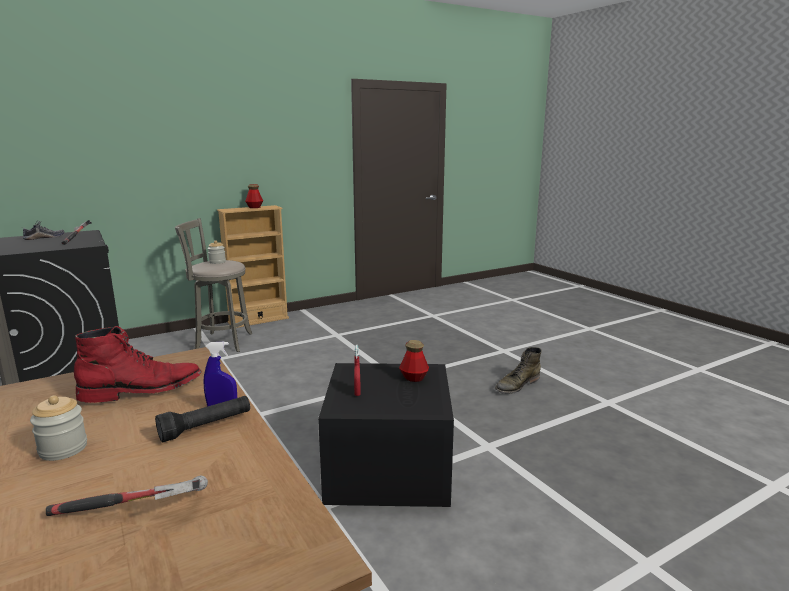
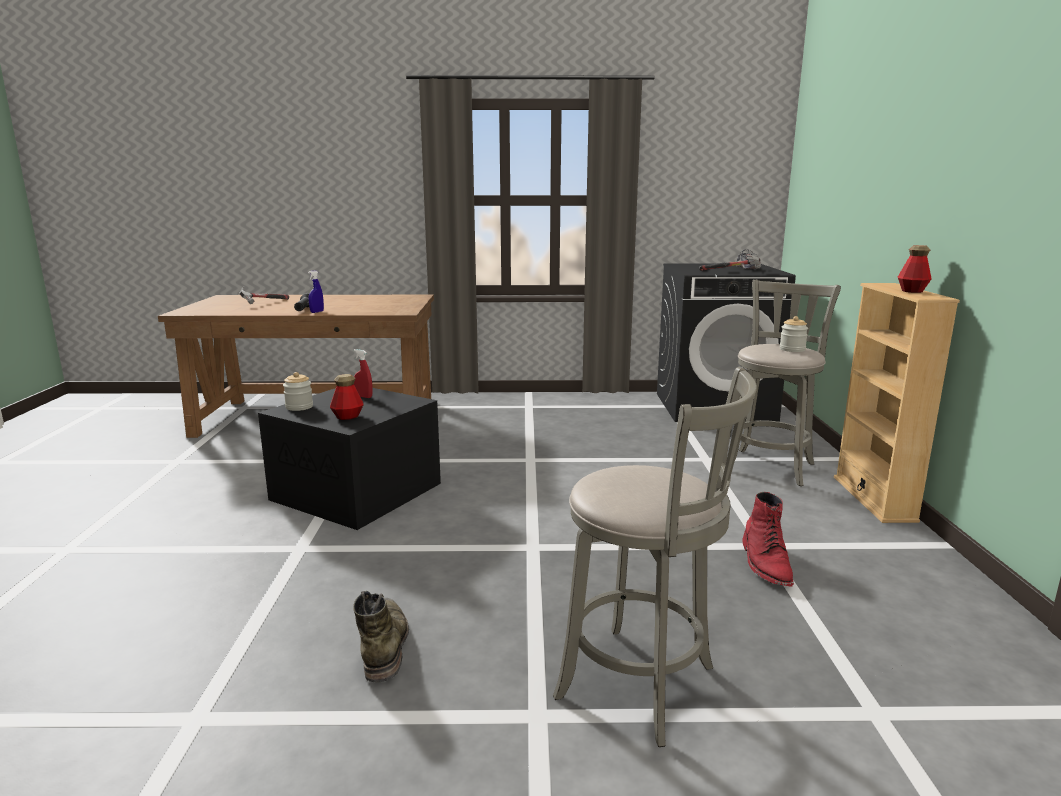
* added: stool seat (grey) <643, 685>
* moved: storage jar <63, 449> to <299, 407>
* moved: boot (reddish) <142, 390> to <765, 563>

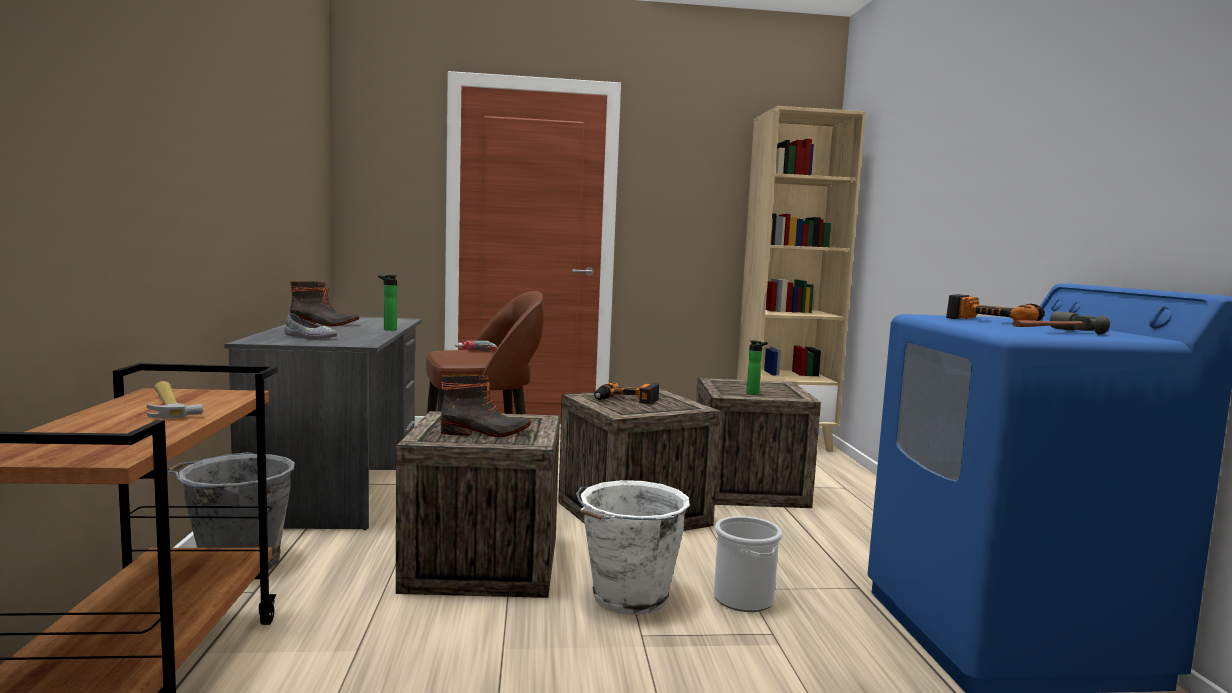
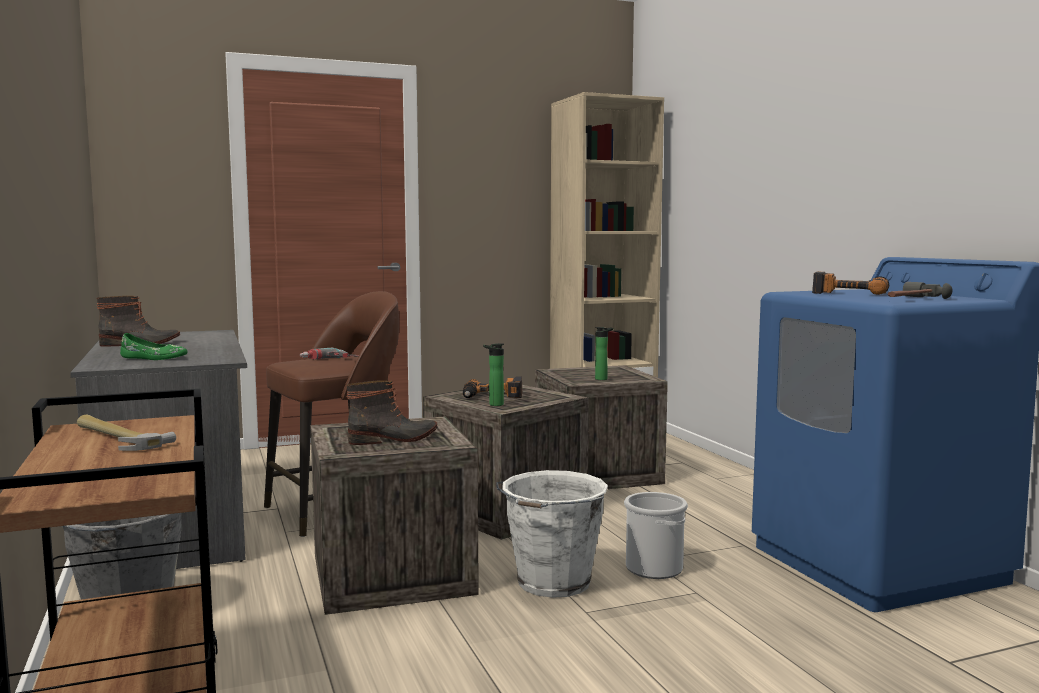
* moved: drink bottle <388, 329> to <494, 405>
* recoloured: low shoe (grey) <310, 337> to low shoe (greenish) <153, 358>

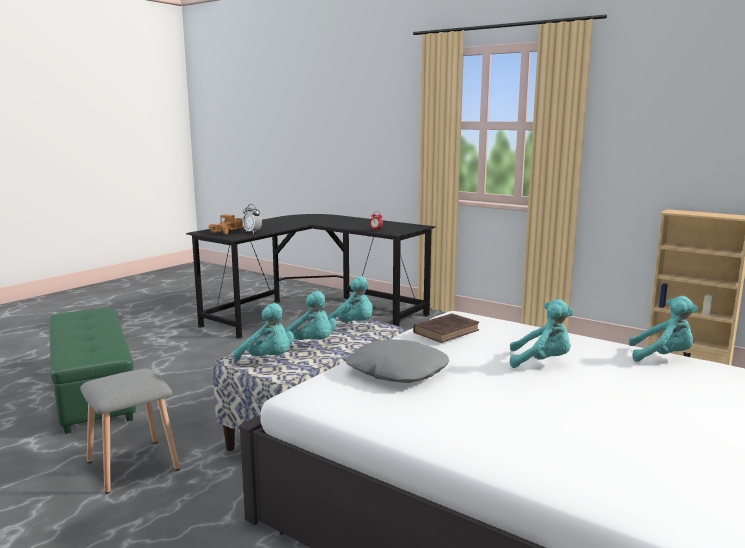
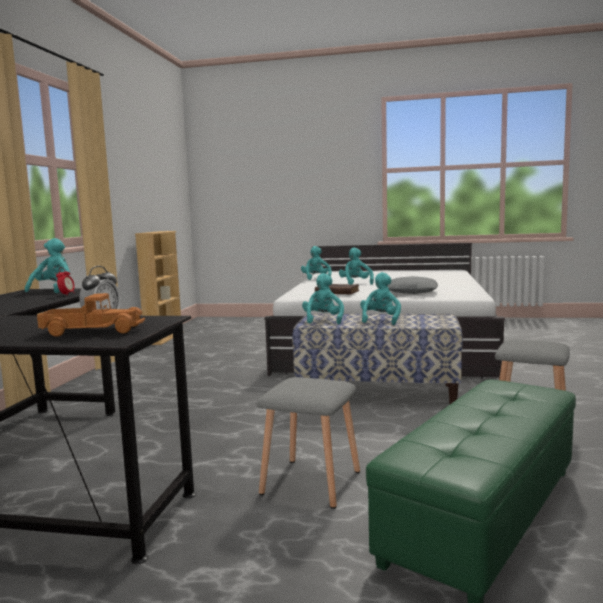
* added: stool seat (grey) <311, 483>
* moved: soft toy (blue-green) <268, 359> to <53, 290>

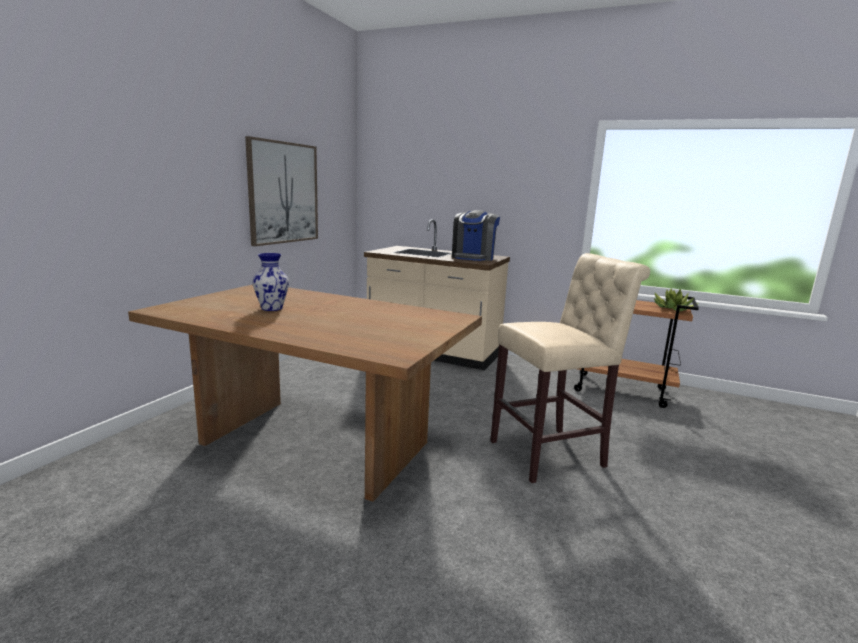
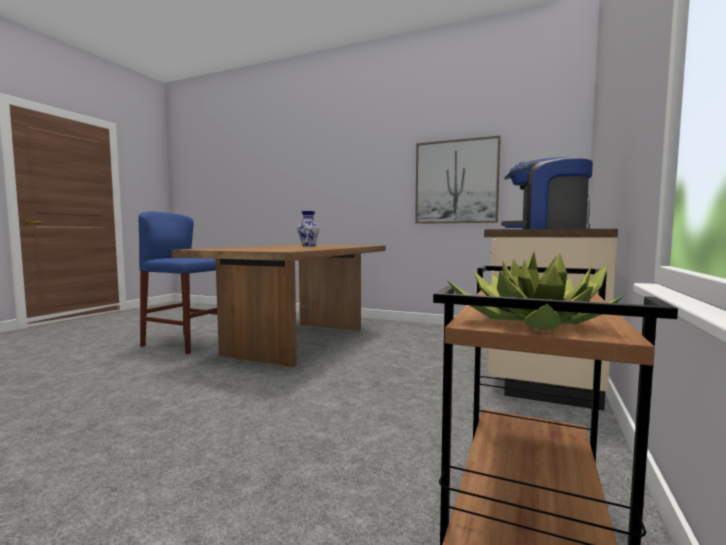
* removed: stool seat (beige-coloured) <552, 453>
* added: stool seat (blue) <186, 343>

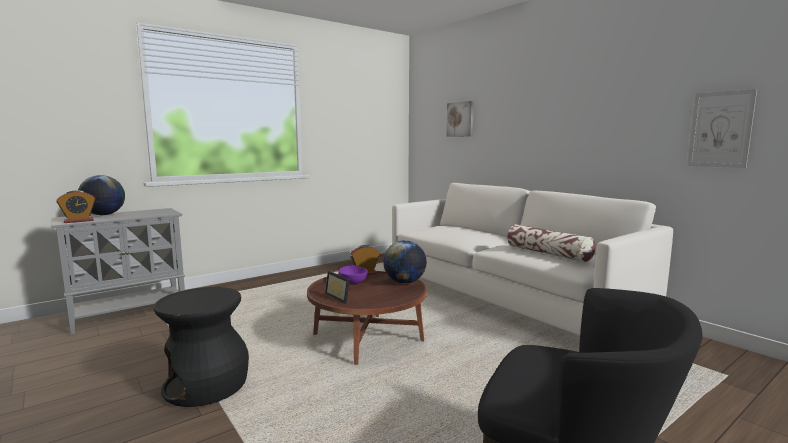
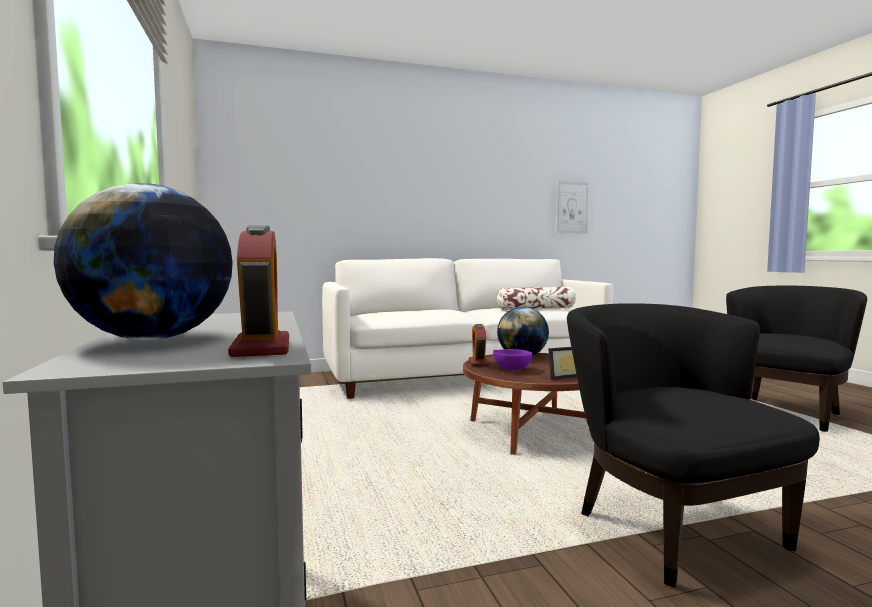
* removed: picture <460, 119>
* replaced: stool seat (black) <207, 385> to easy chair (black) <672, 528>

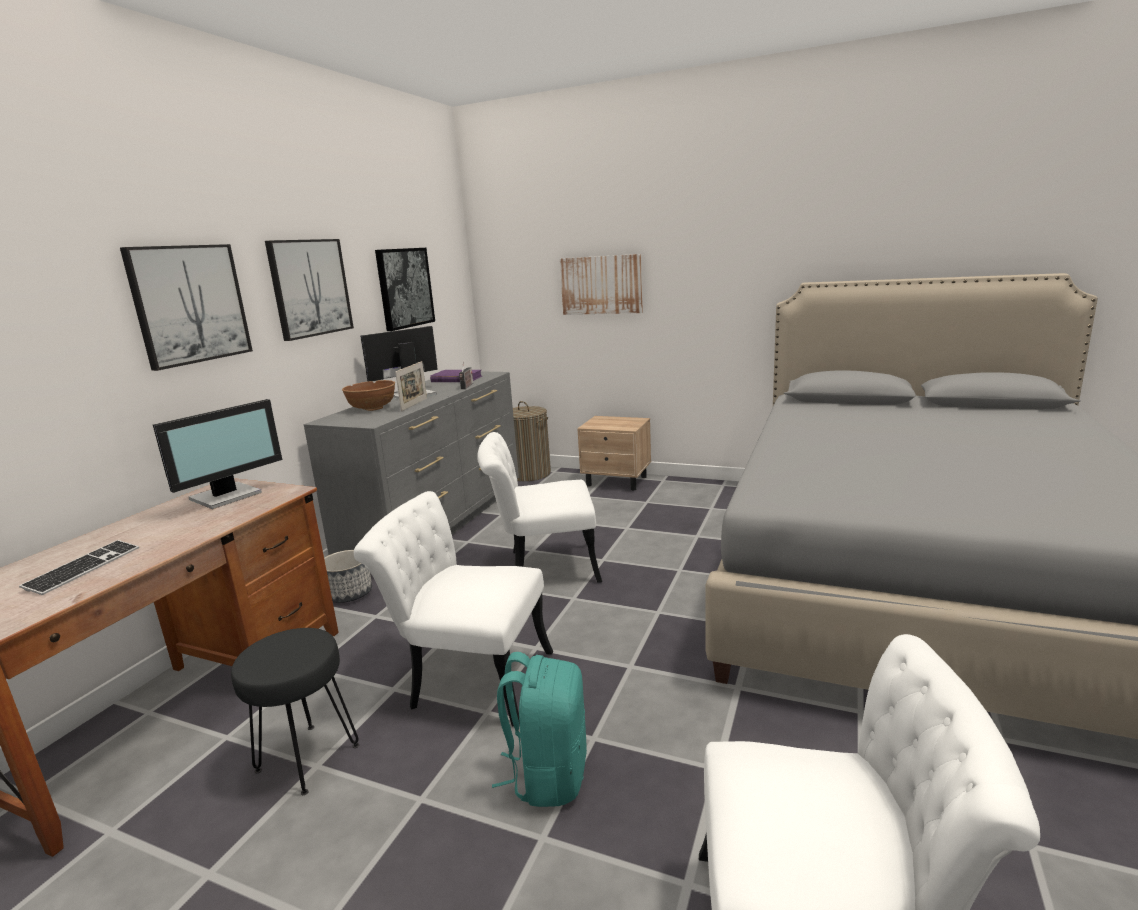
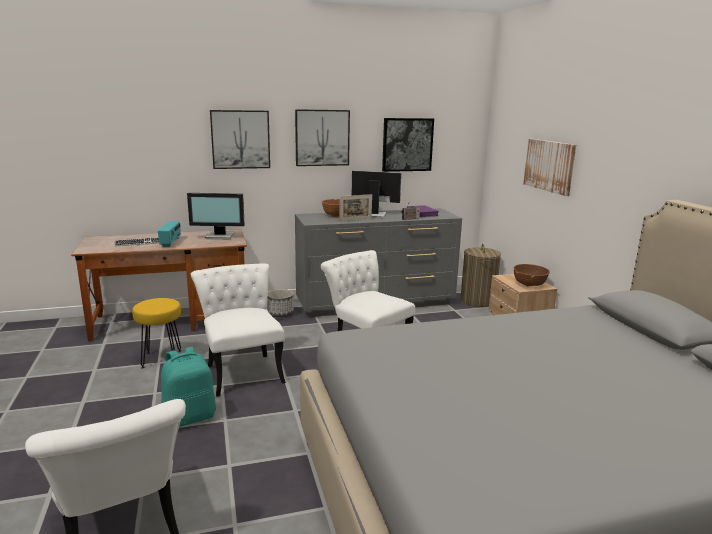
* added: radio set <171, 242>
* added: deep dish (brown) <529, 284>
* recoloured: stool seat (black) <308, 759> to stool seat (yellow-coloured) <161, 359>

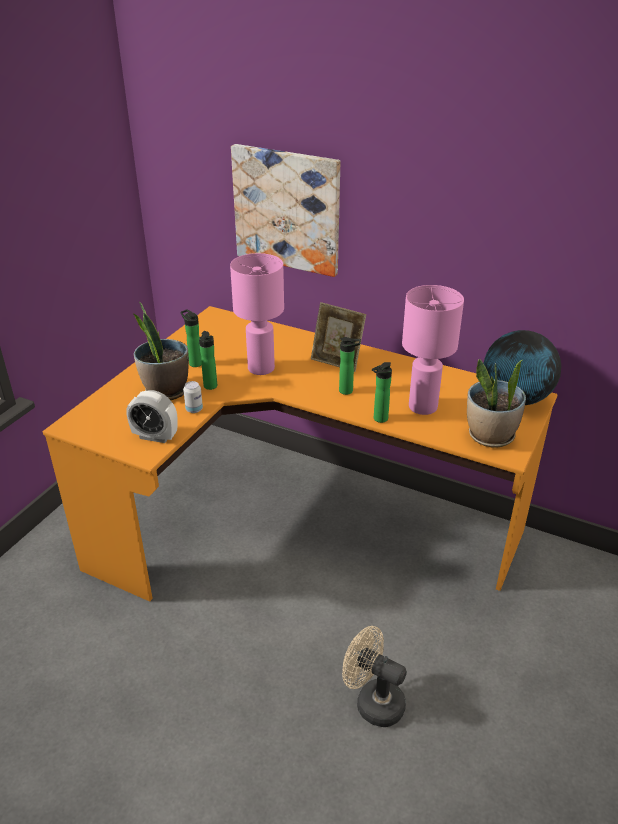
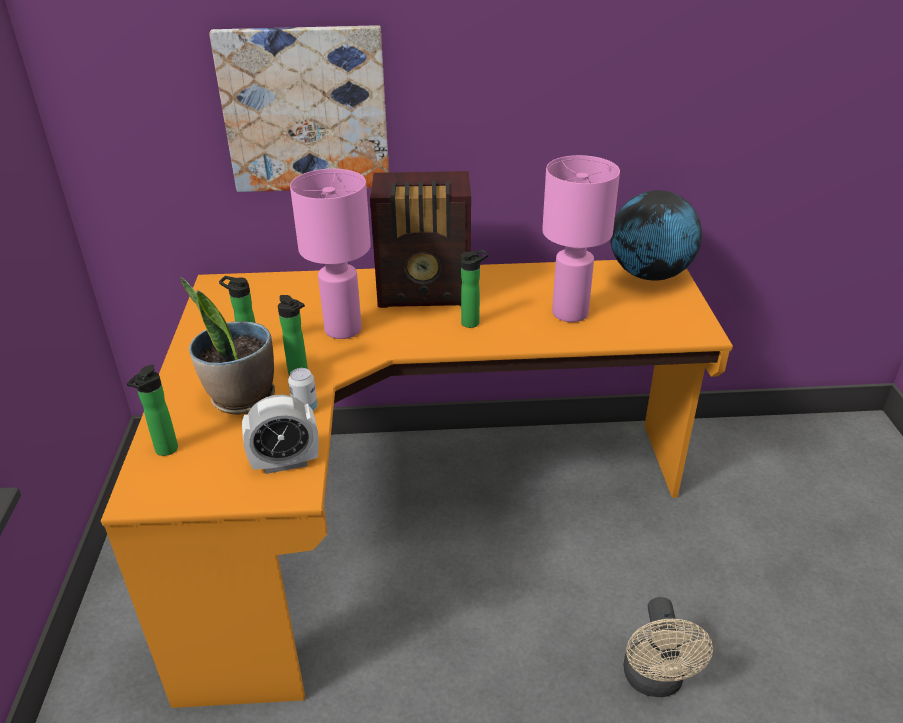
* removed: plant in a pot <490, 436>
* moved: drink bottle <379, 419> to <164, 451>
* replaced: standing frame <337, 361> to radio set <426, 293>
* turned: cooling fan (beige-coloured) <373, 701> = <655, 681> 90 degrees counterclockwise

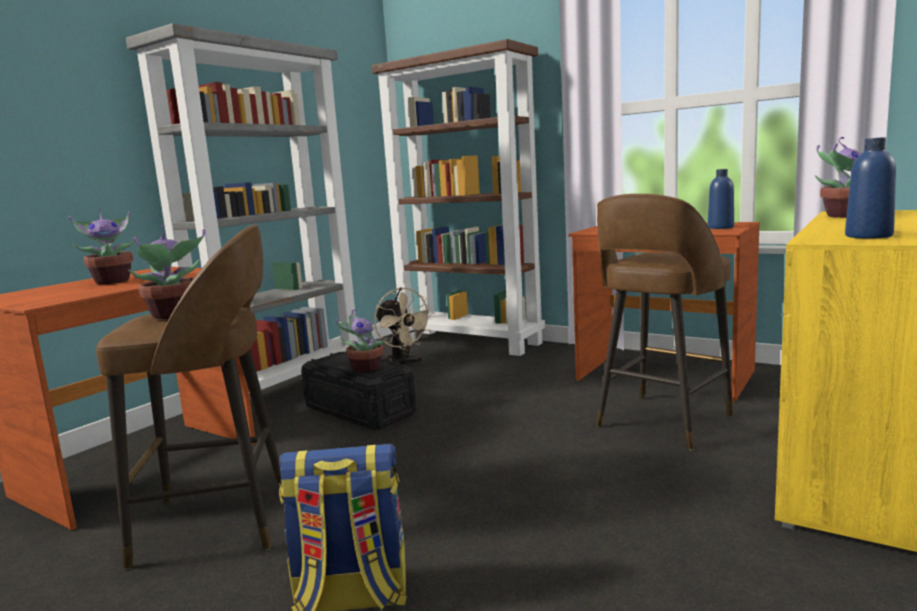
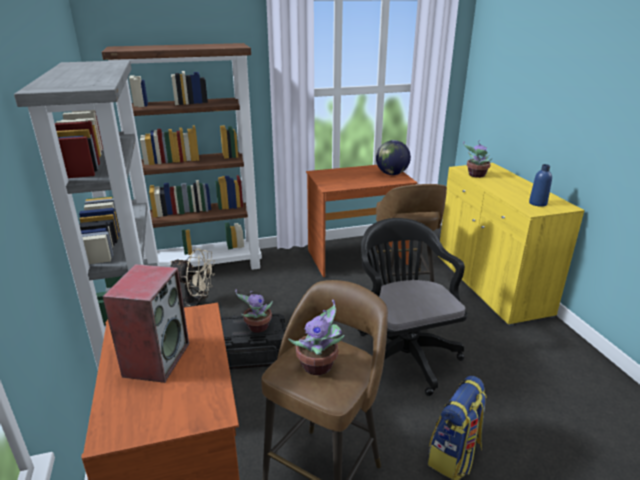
* added: computer chair (black) <403, 353>
* replaced: plant in a pot <113, 281> to speaker <156, 359>
* replaced: drink bottle (blue) <720, 227> to globe <391, 174>

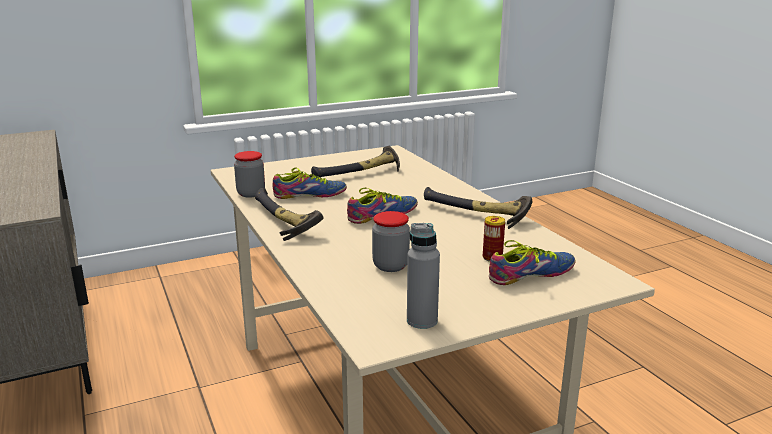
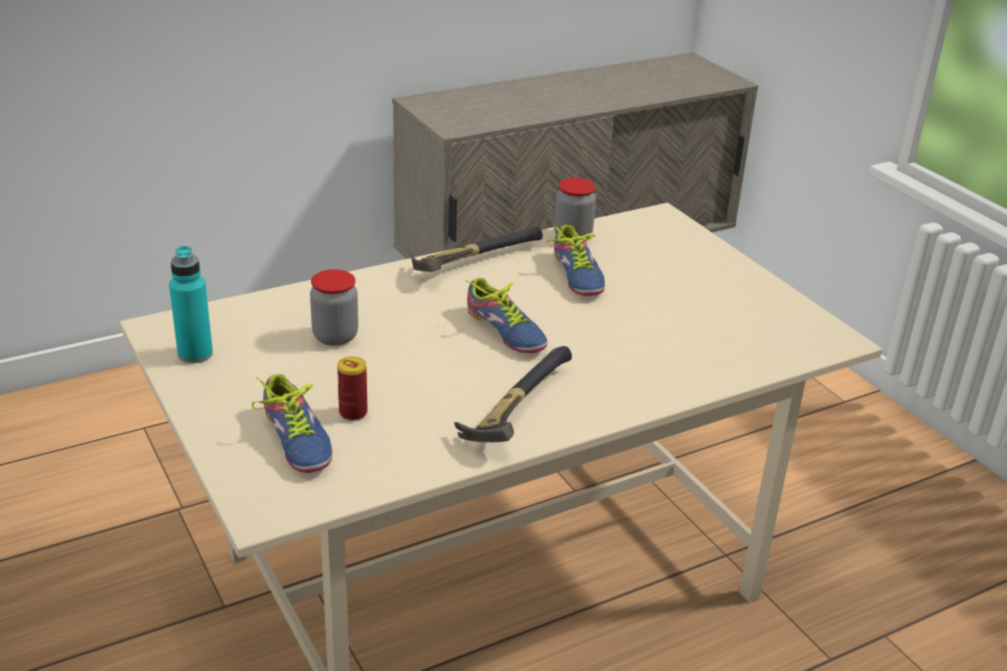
* removed: hammer <361, 174>
* recoloured: drink bottle (grey) <422, 321> to drink bottle (blue-green) <195, 354>

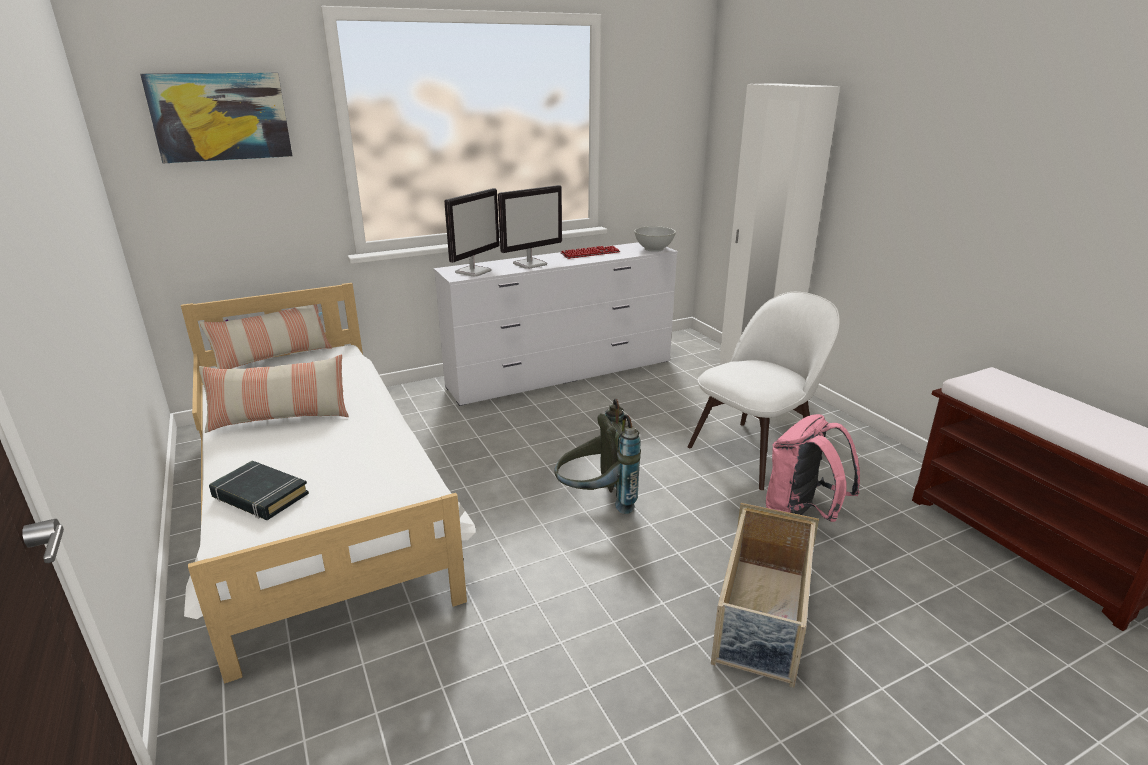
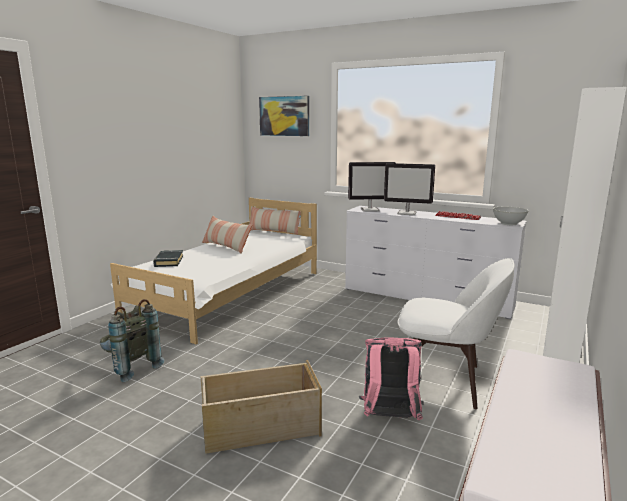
* moved: backpack (grey) <596, 501> to <130, 367>

